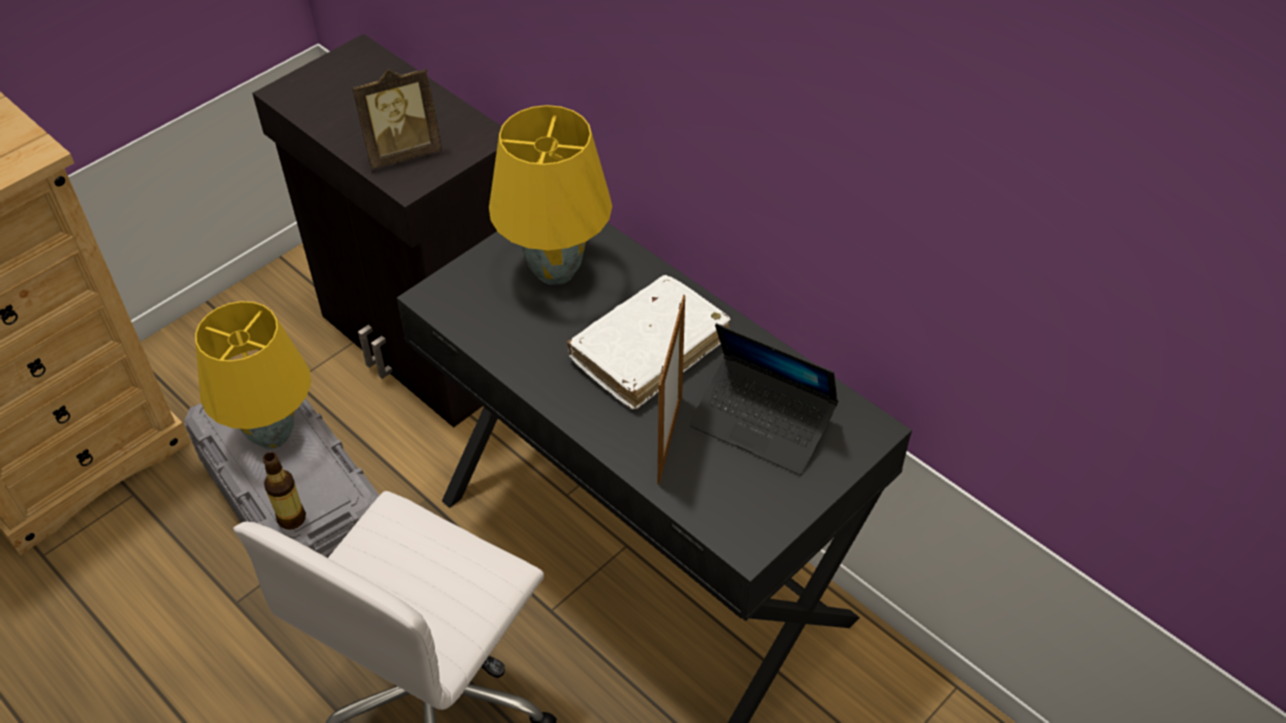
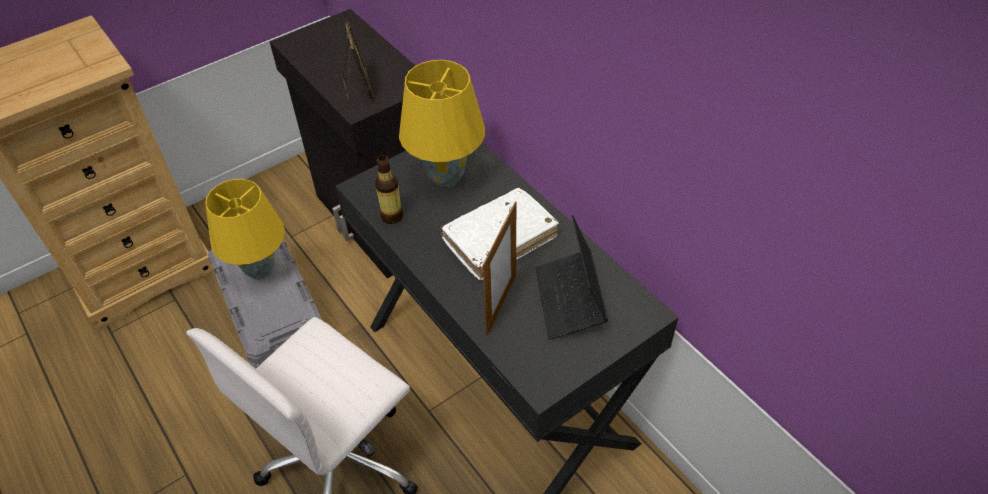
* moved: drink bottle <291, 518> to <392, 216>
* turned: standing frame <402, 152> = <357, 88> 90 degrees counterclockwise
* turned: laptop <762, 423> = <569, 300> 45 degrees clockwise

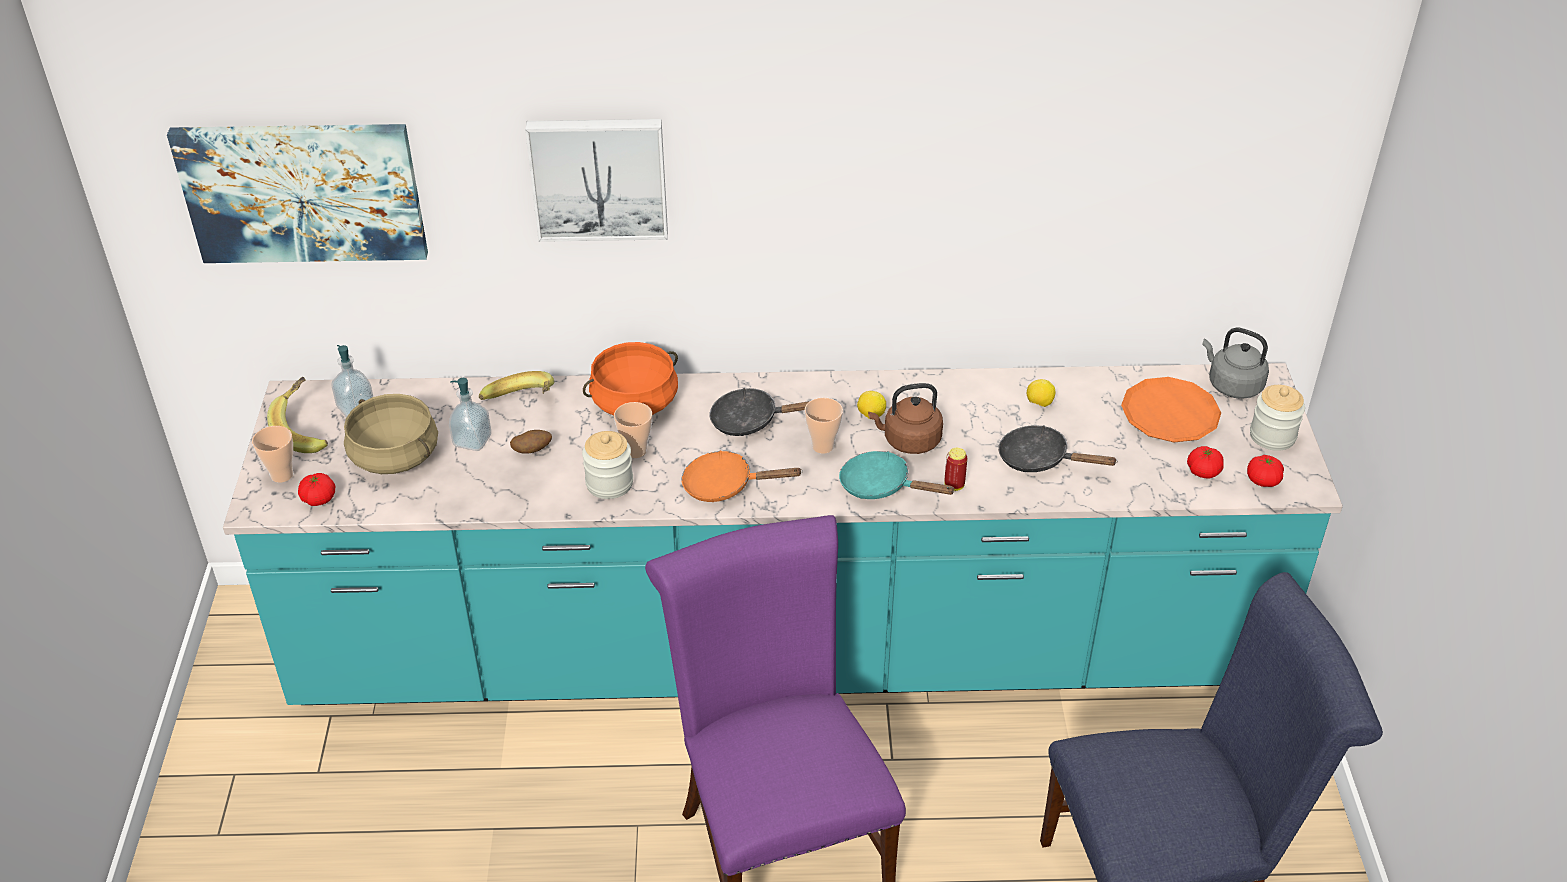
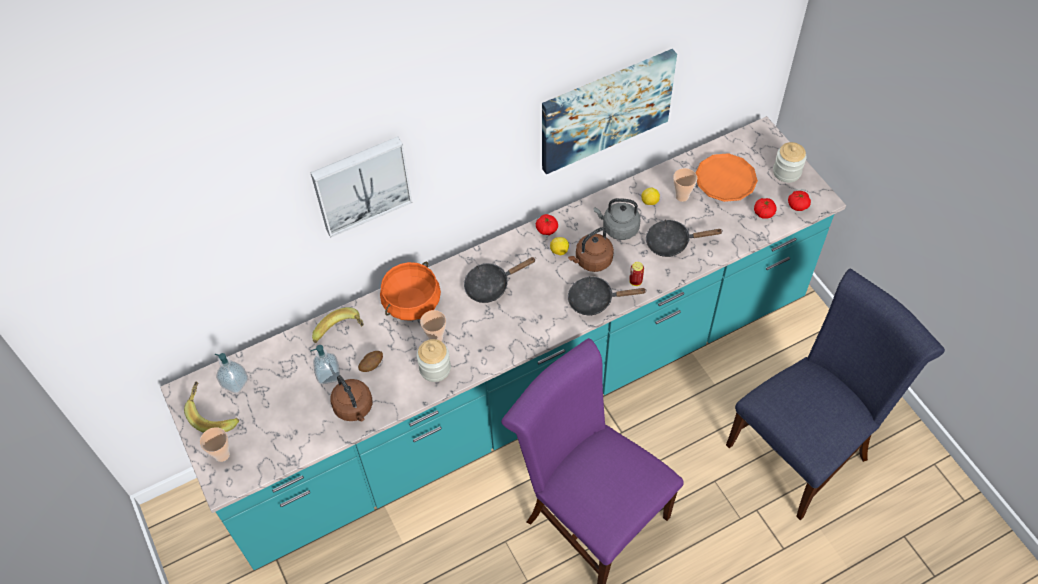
* removed: stockpot (beige-coloured) <396, 456>
* removed: skillet (orange-coloured) <725, 485>
* added: tea kettle (brown) <354, 408>
* moved: picture <303, 191> to <605, 109>
* moved: tomato <319, 499> to <546, 229>
* moved: cup <822, 446> to <682, 196>
* moved: tea kettle (grey) <1232, 385> to <618, 228>
* recoloured: skillet (blue-green) <881, 486> to skillet (black) <595, 300>

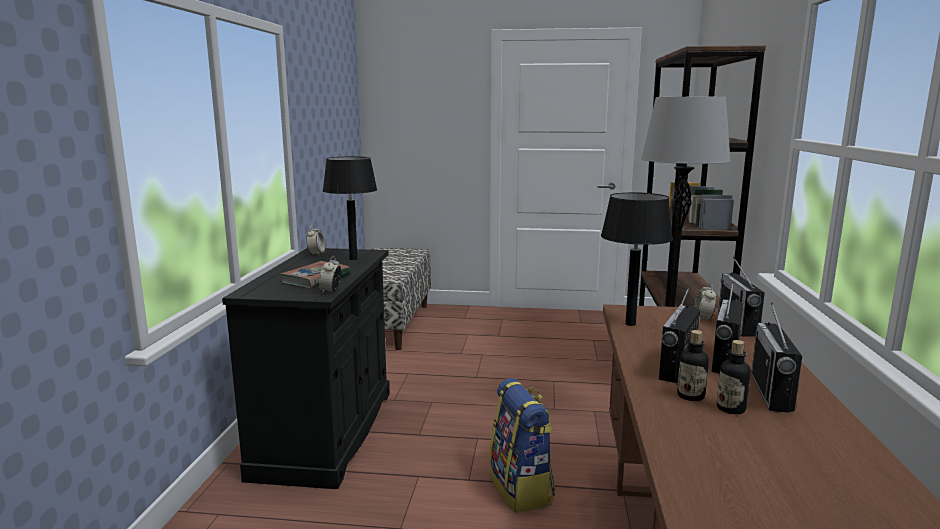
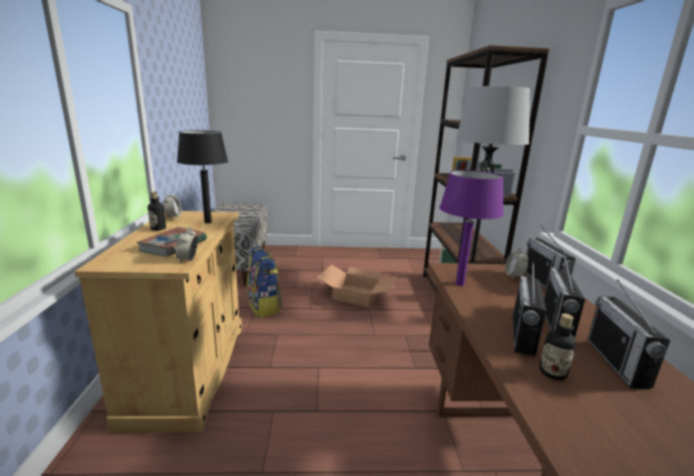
* added: packing box <357, 295>
* moved: backpack <522, 489> to <265, 307>
* moved: drink bottle <730, 408> to <158, 228>
* recoloured: storage cabinet (black) <326, 432> to storage cabinet (beige-coloured) <189, 370>
* recoloured: tabletop lamp (black) <630, 324> to tabletop lamp (purple-coloured) <460, 284>

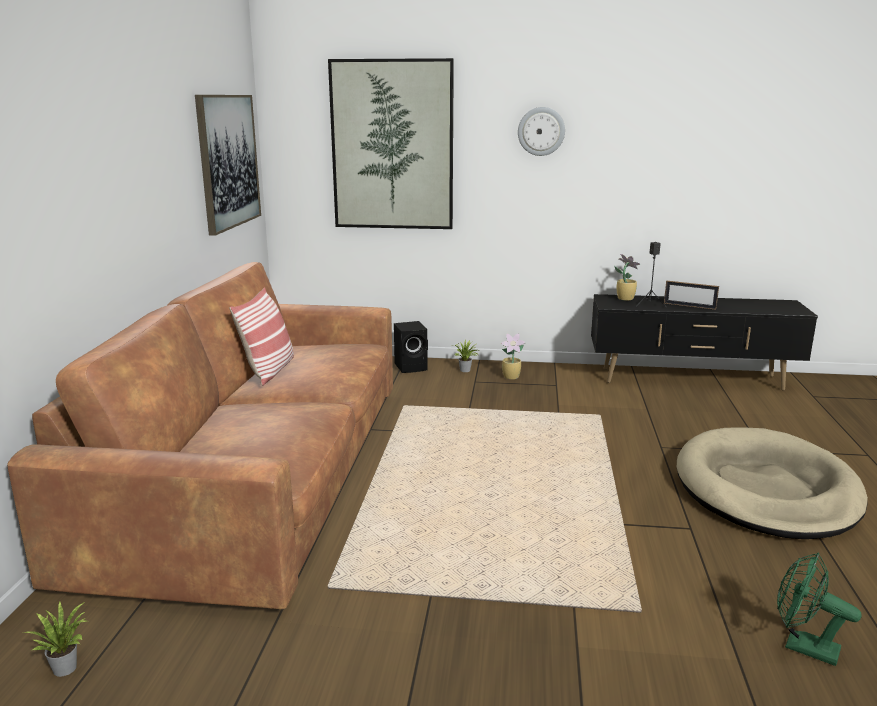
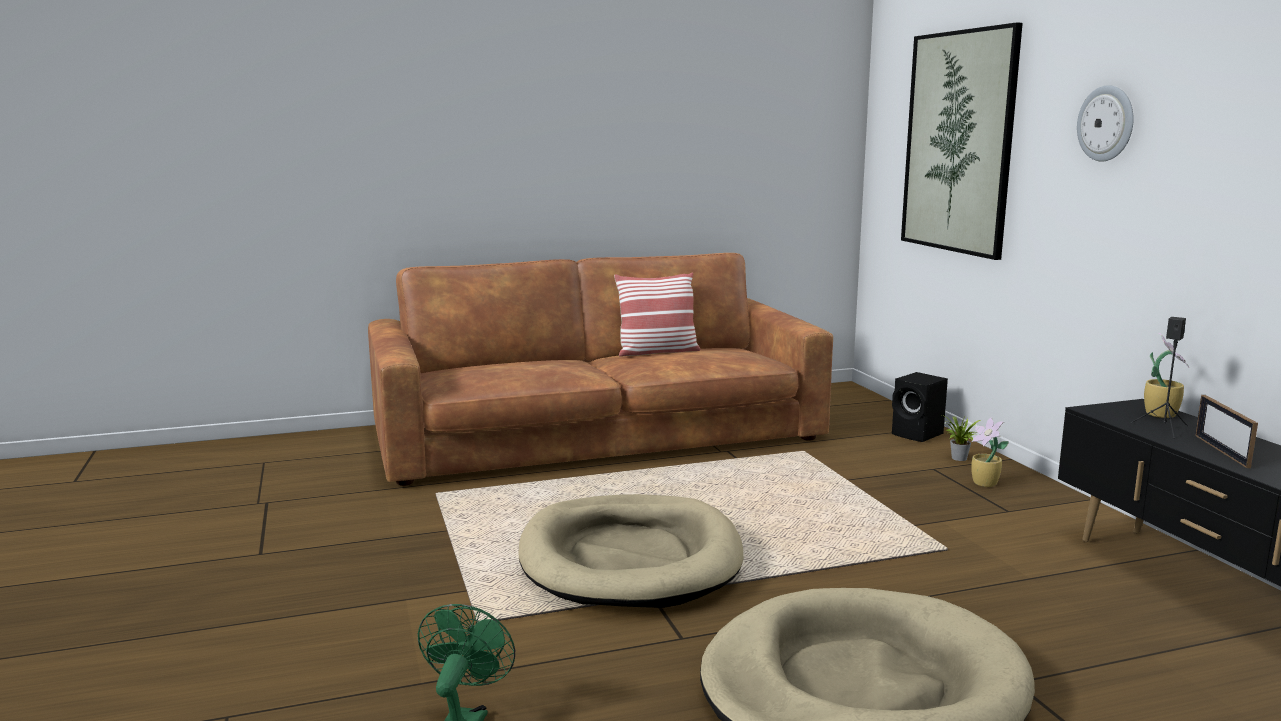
* removed: plant in a pot <66, 666>
* removed: picture <228, 161>
* added: pet bed (beige-coloured) <630, 559>

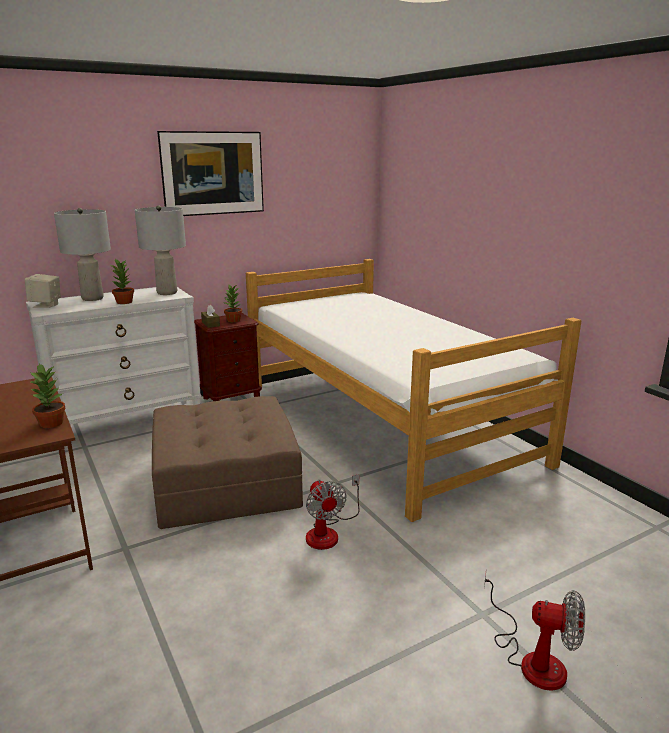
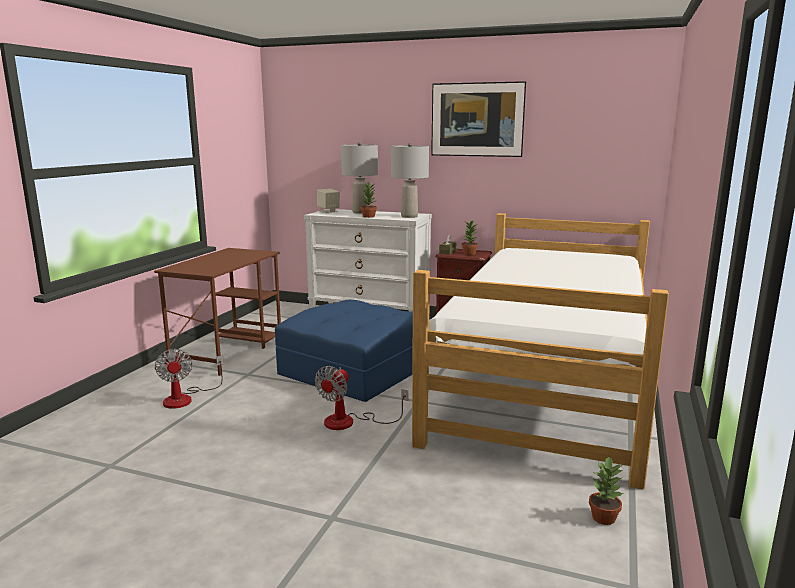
* moved: plant in a pot <52, 423> to <604, 517>
* moved: cooling fan <532, 658> to <185, 398>
* recoloured: pouffe (brown) <226, 481> to pouffe (blue) <357, 369>

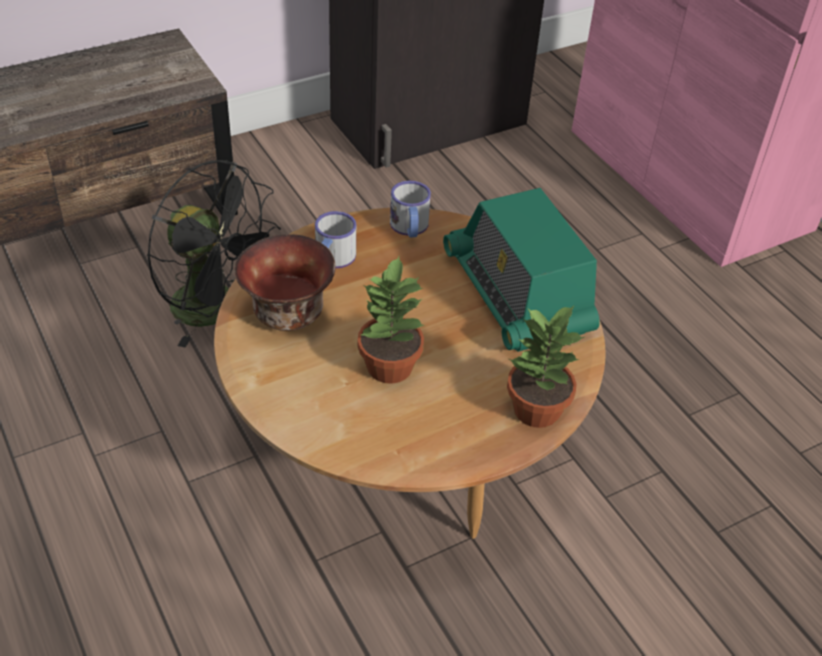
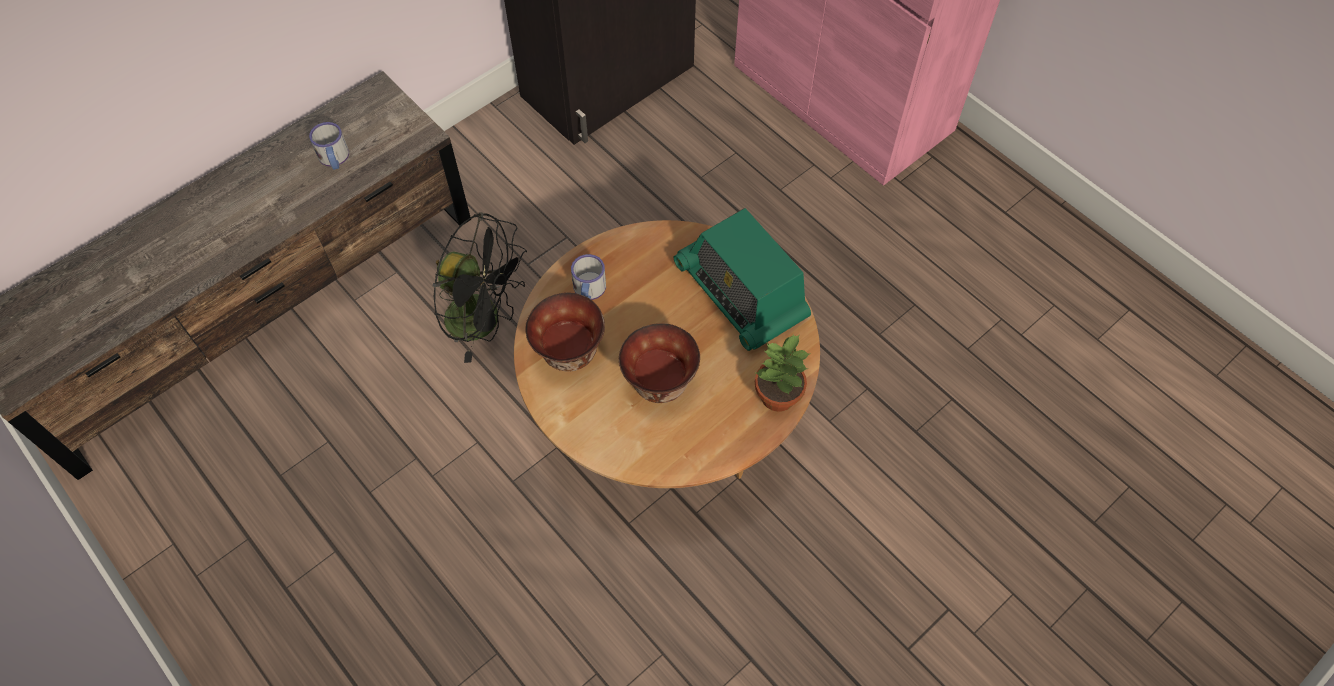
* moved: tea mug <410, 228> to <334, 159>
* replaced: plant in a pot <388, 367> to deep dish <659, 383>

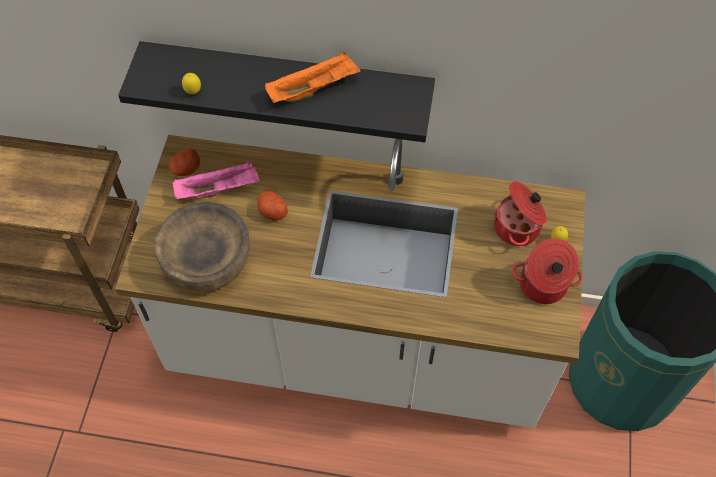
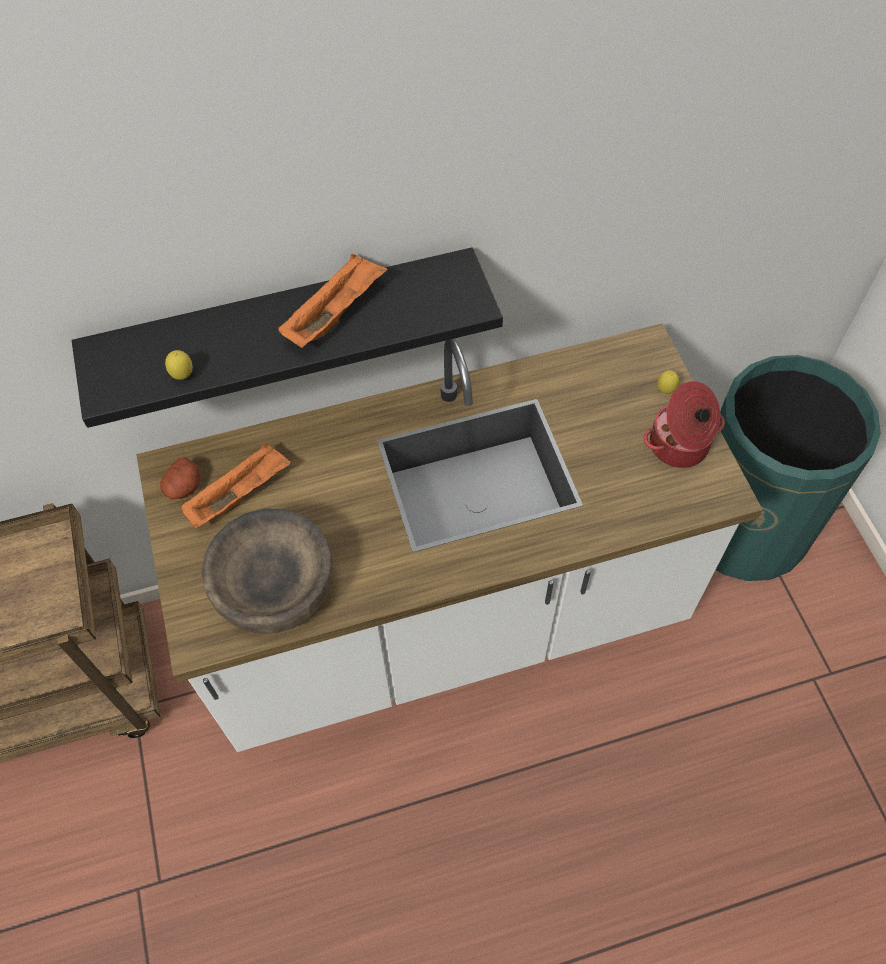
* removed: potato <271, 211>
* removed: stockpot <518, 228>
* recoloured: carrying tray (pinkish) <219, 189> to carrying tray (orange-coloured) <240, 494>

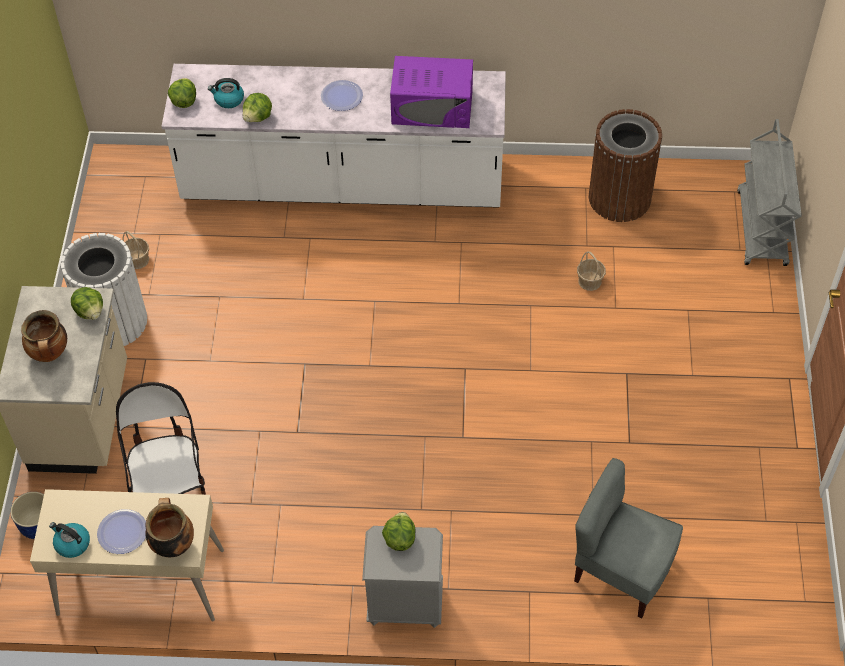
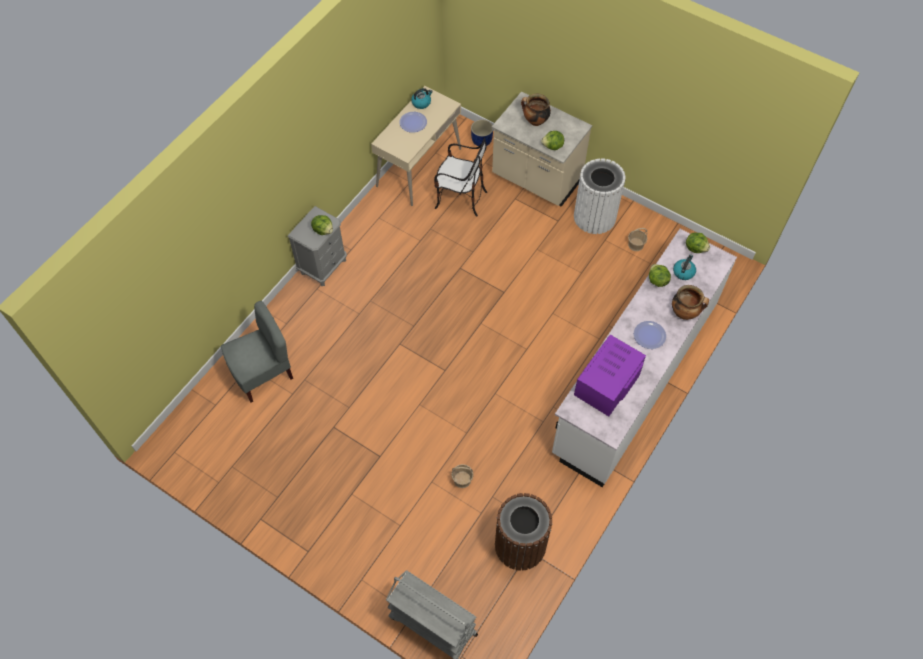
* moved: stockpot <173, 544> to <685, 312>

